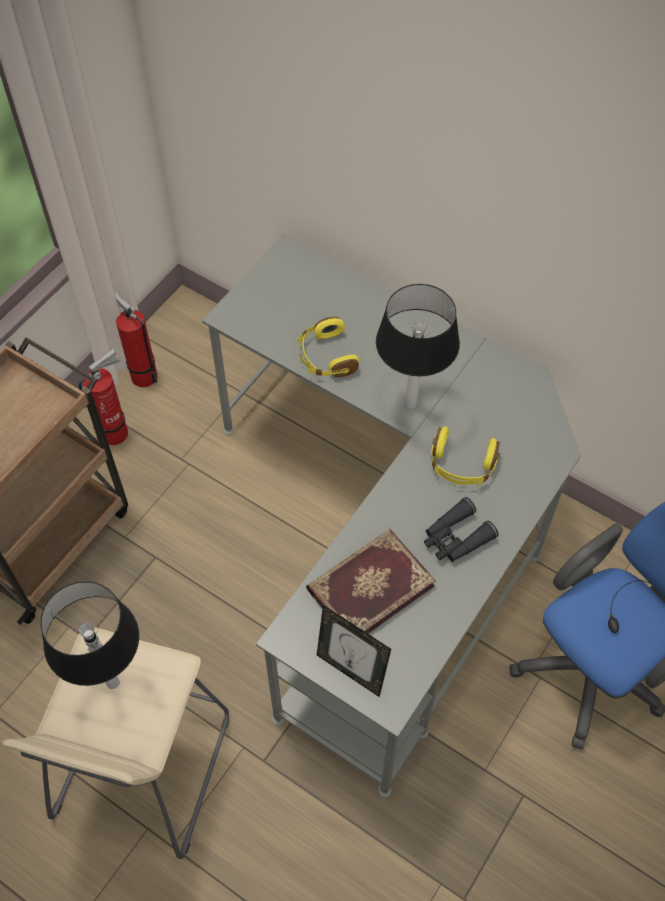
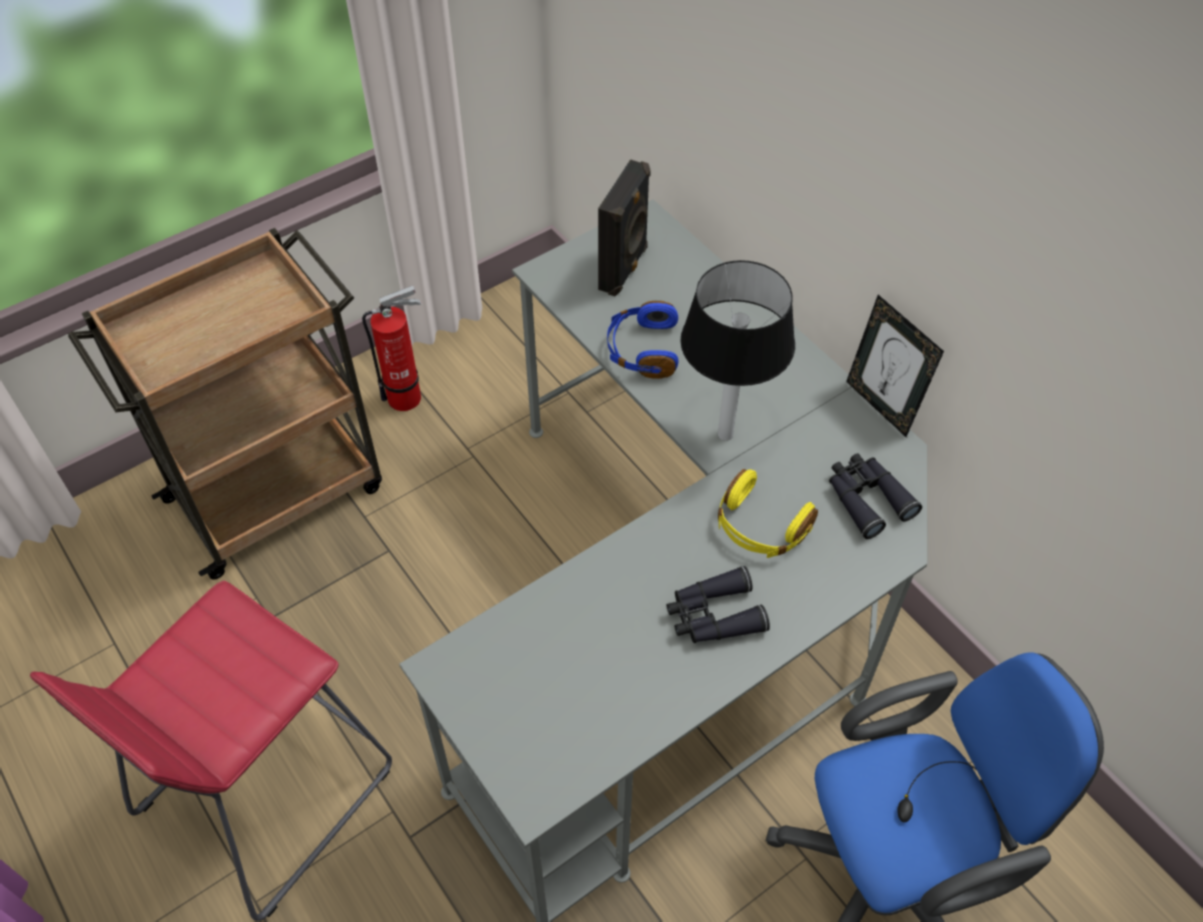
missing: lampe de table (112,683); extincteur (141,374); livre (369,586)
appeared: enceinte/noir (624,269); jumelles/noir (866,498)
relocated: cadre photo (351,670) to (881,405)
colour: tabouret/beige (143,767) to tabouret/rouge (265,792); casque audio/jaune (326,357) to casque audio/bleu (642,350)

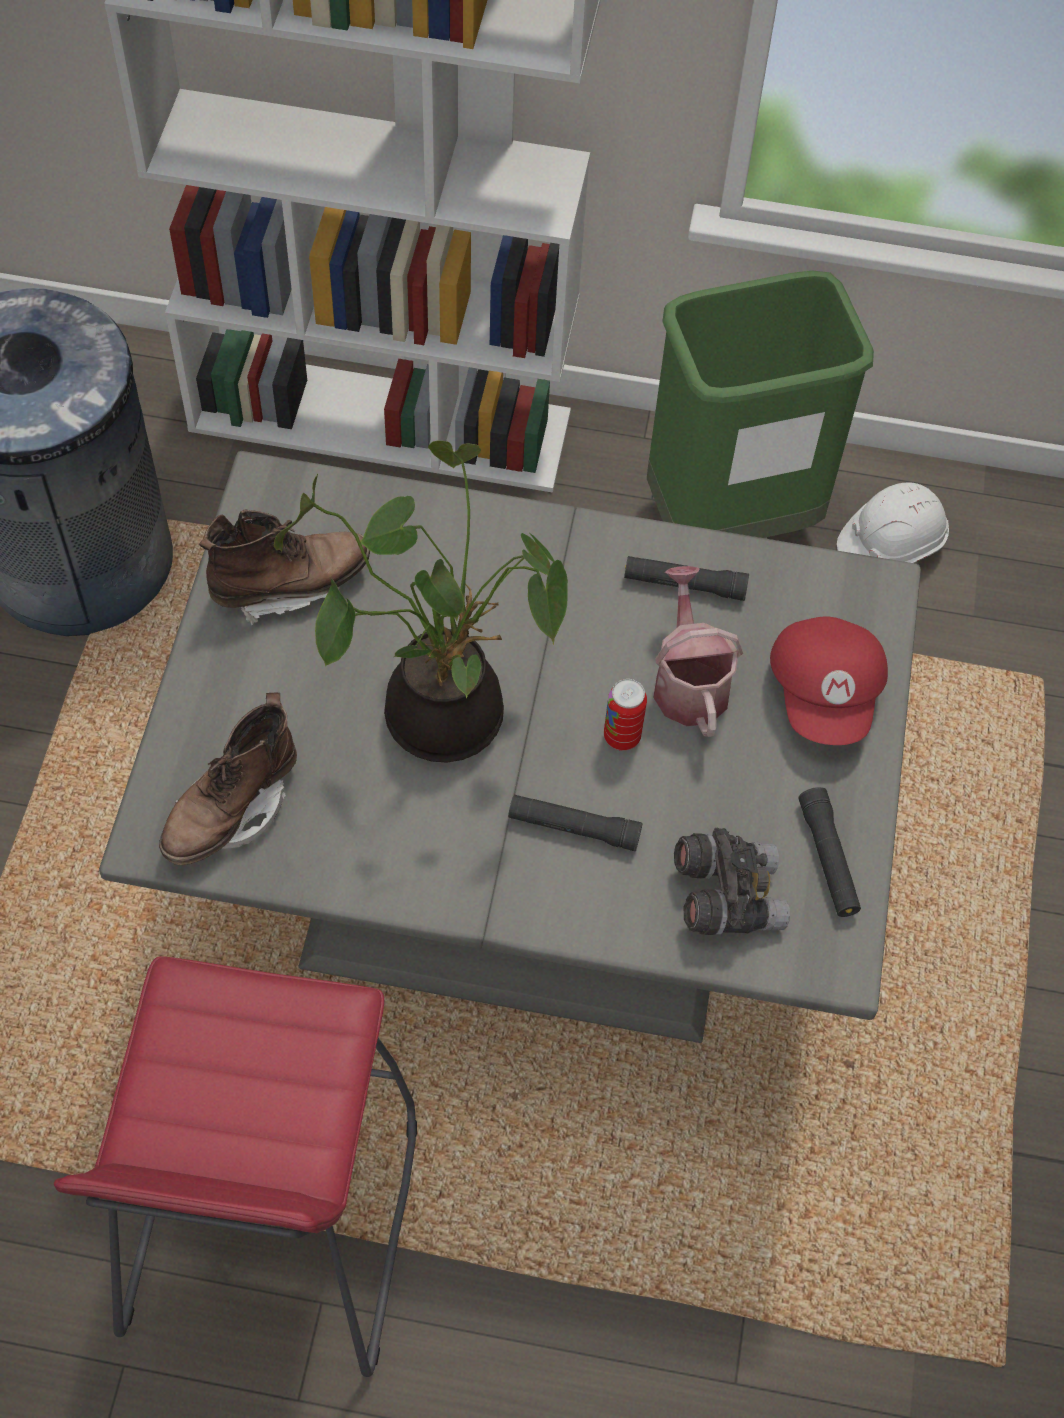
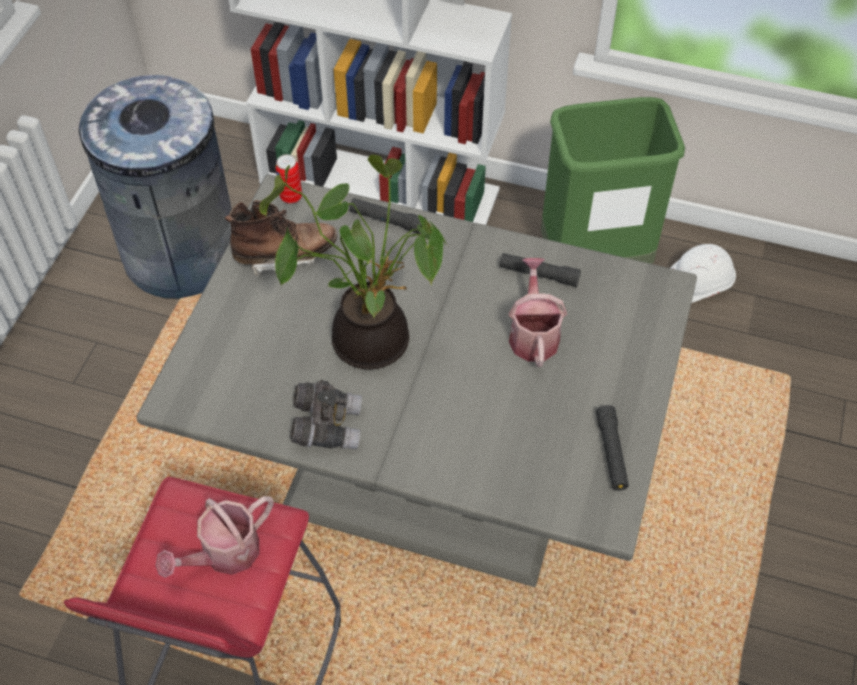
missing: botte/marron (232,810); casquette/rouge (825,693)
appeared: arrosoir (224,554)
relocated: lampe de poche/noir (573,828) to (387,220); boîte métallique (622,736) to (291,197); jumelles/gris (726,895) to (327,426)

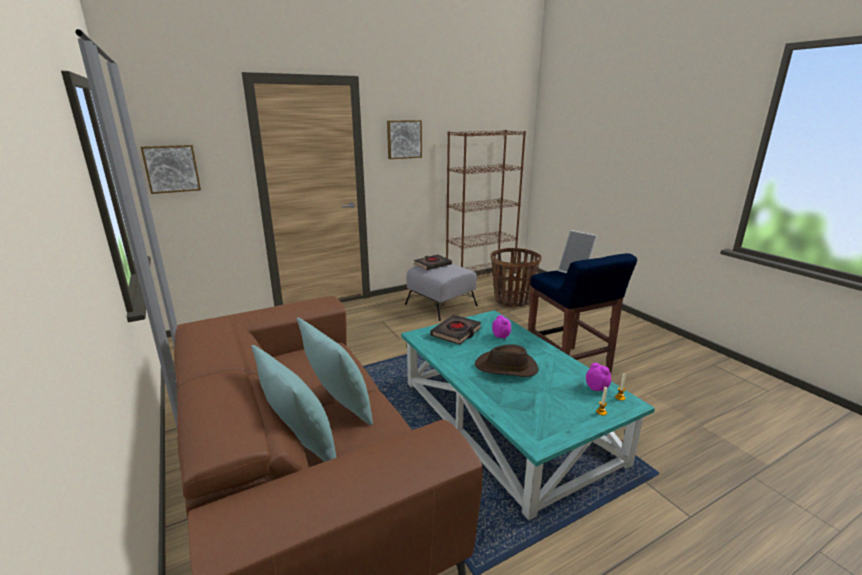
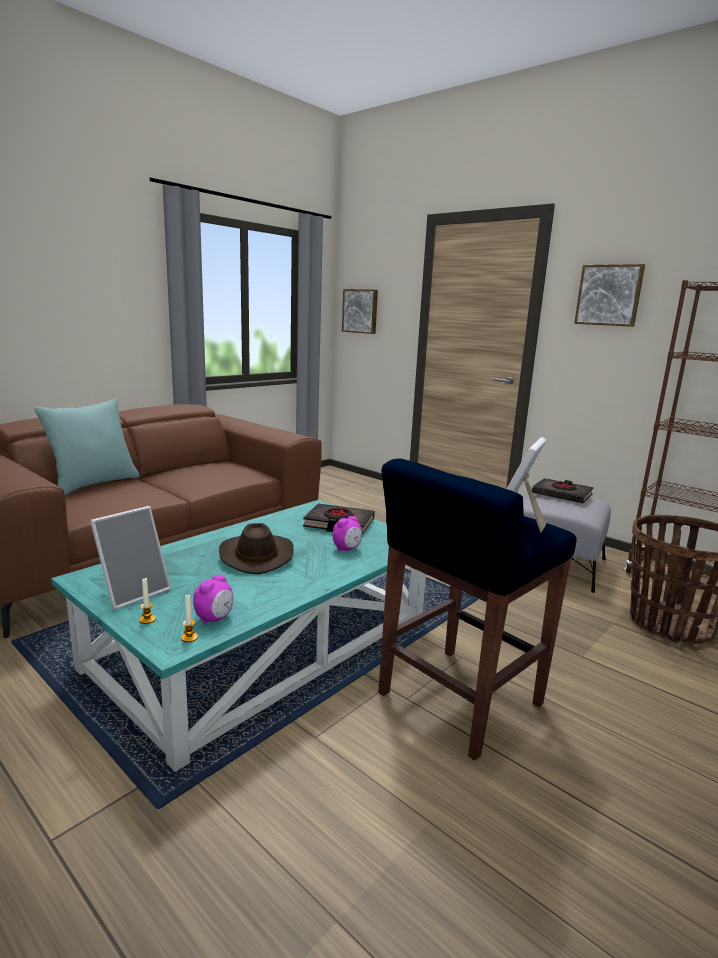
missing: coussin/turquoise (339,406)
appeared: cadre photo (133,592)

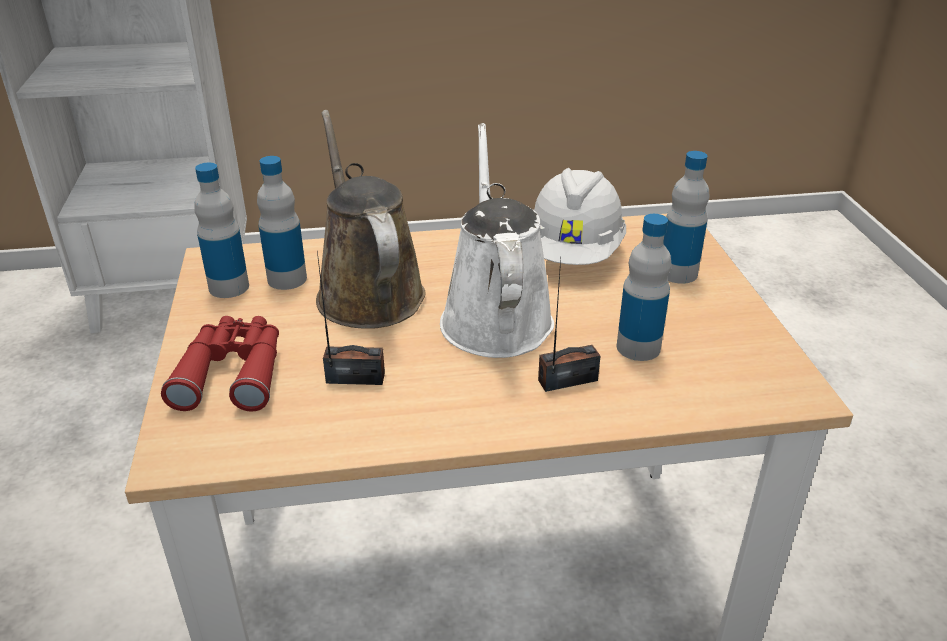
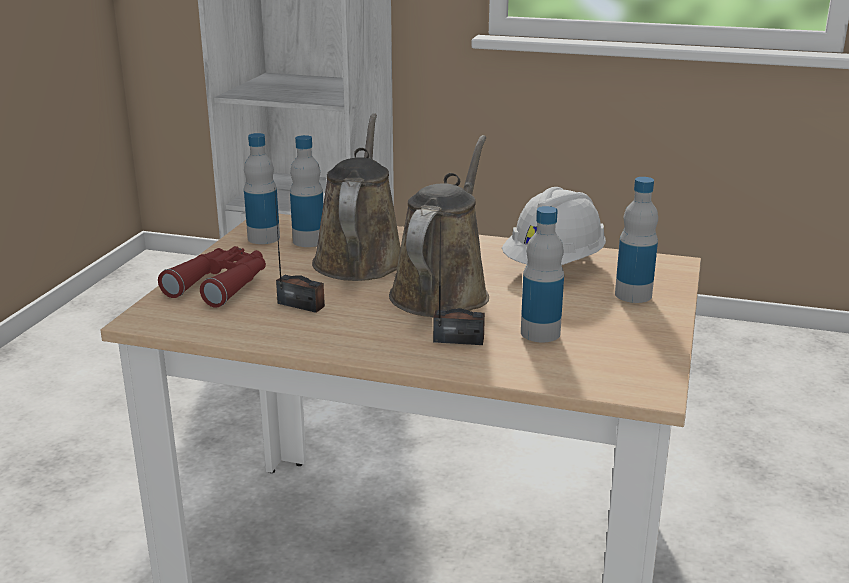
colour: arrosoir/blanc (494,316) to arrosoir/marron (442,291)

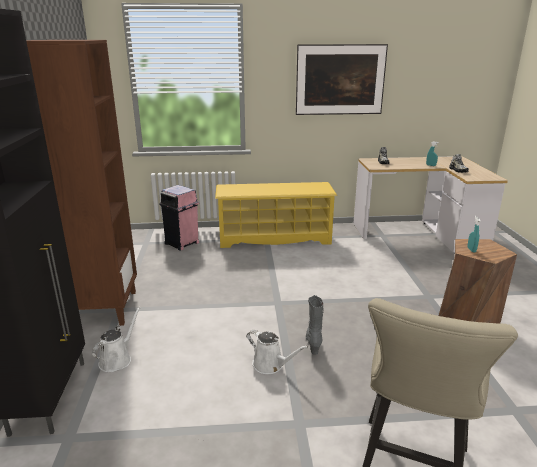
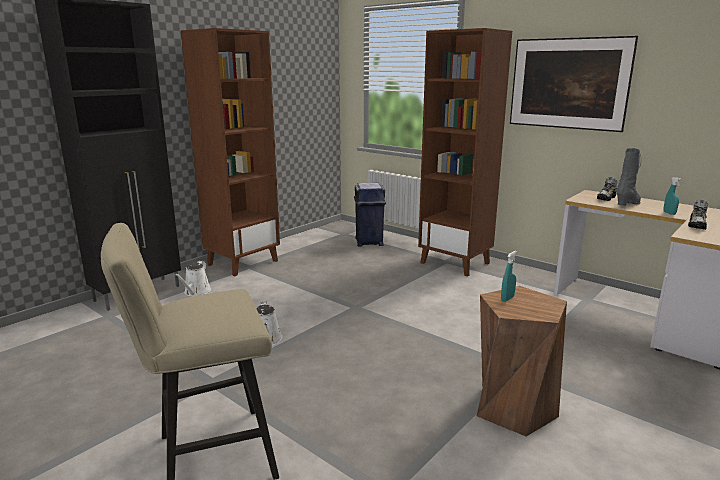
relocated: botte/gris (313,343) to (628,204)
exchanged: étagère à chaussures/jaune (275,238) to bibliothèque/marron (455,263)
colour: poubelle/rose (182,243) to poubelle/bleu (369,242)
spun: arrosoir/blanc (117,359) = (196,292) 120 degrees clockwise

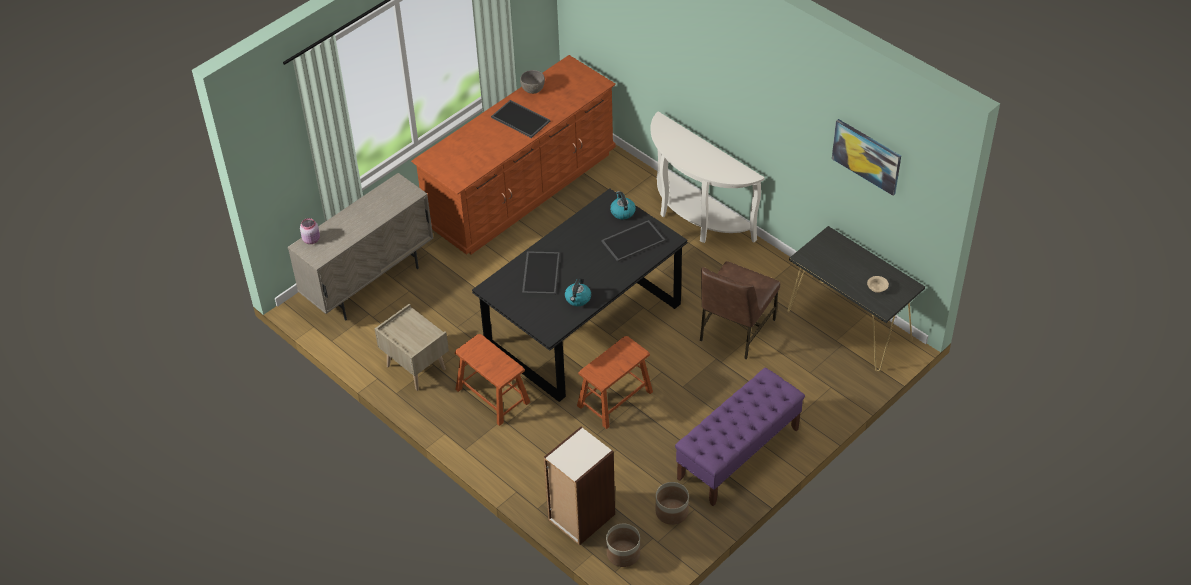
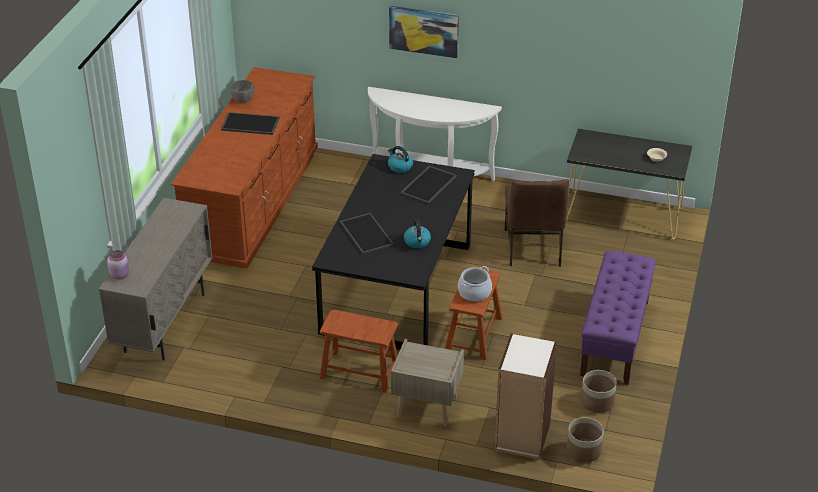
appeared: marmite (474,292)
relocated: table de chevet/beige (415,367) to (426,407); tableau (867,156) to (424,31)

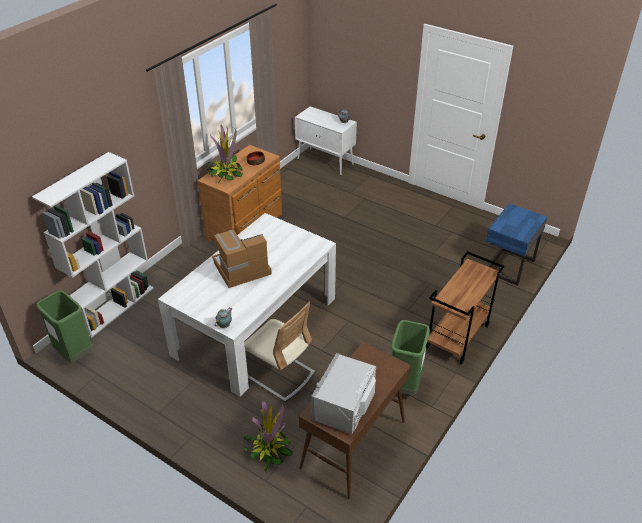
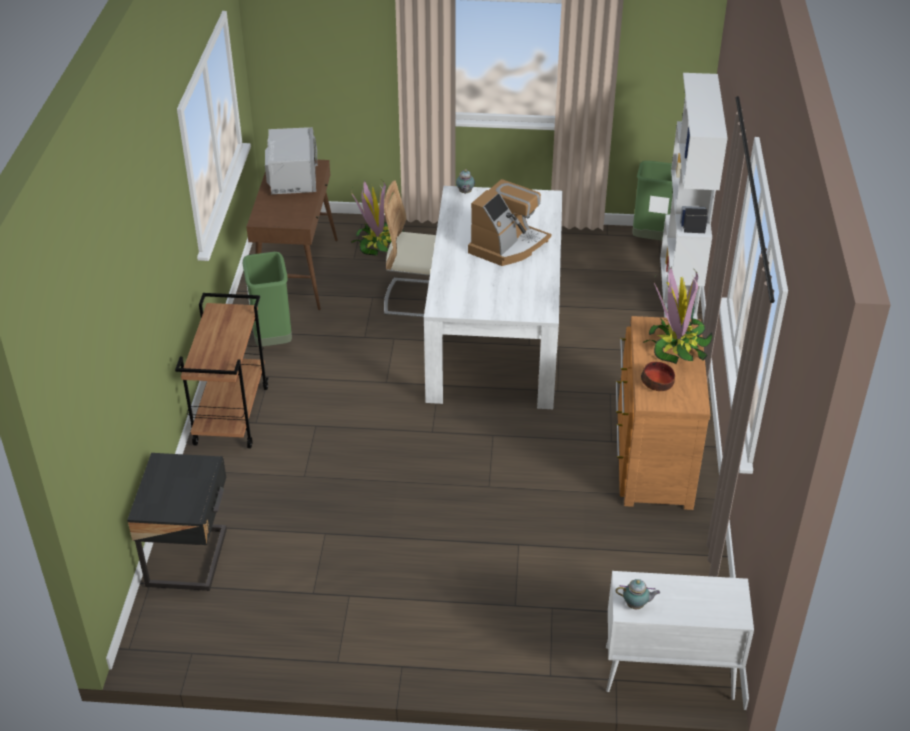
colour: table de chevet/bleu (507,266) to table de chevet/noir (190,558)

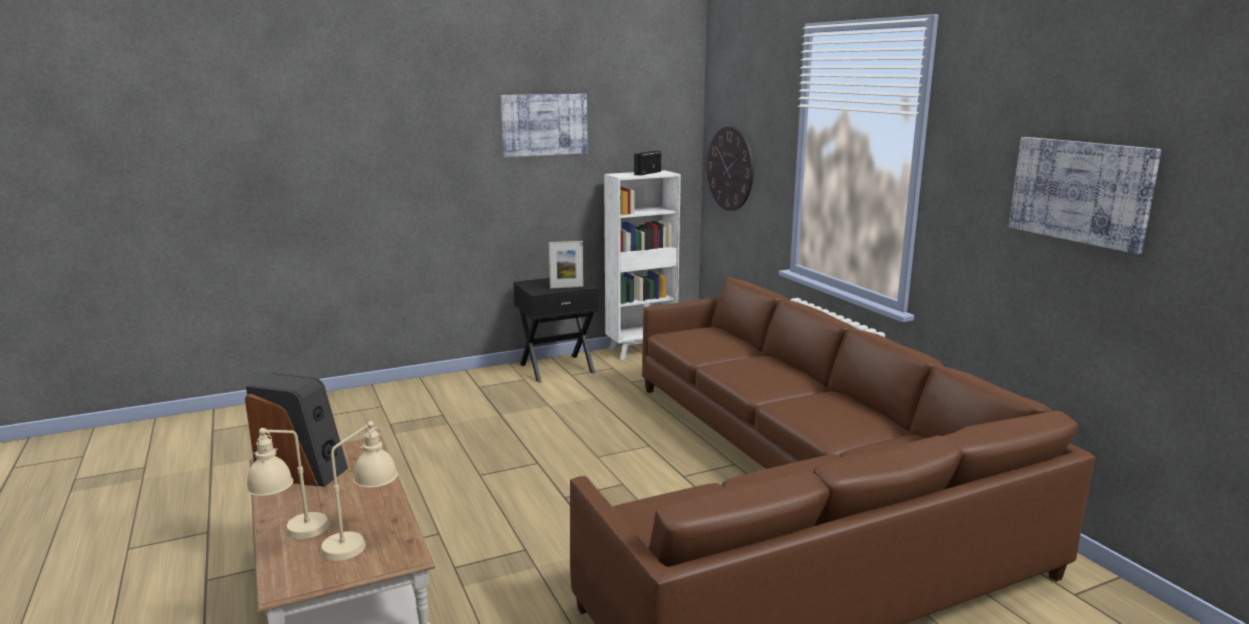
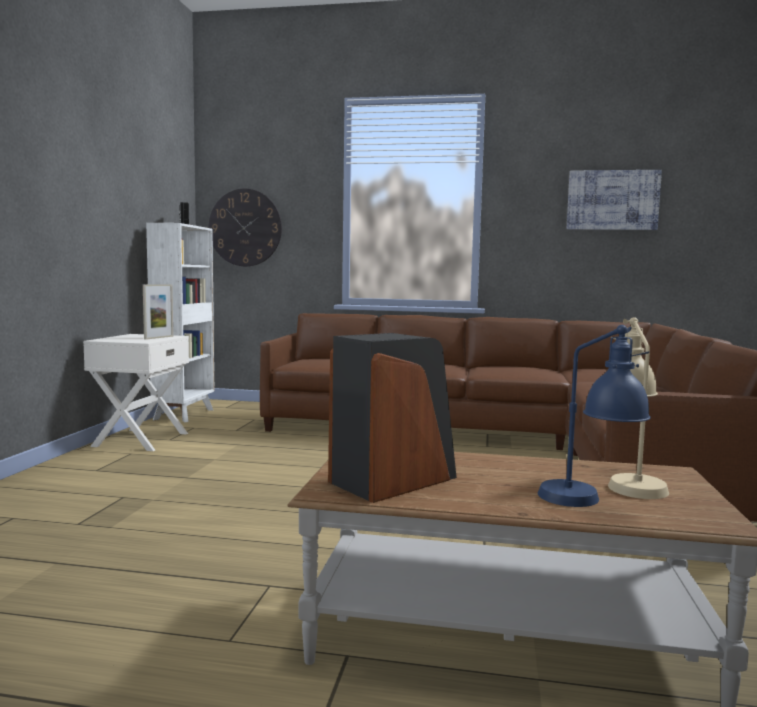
missing: tableau (544,124)
colour: lampe de table/beige (293,537) to lampe de table/bleu (589,504); table de chevet/noir (556,368) to table de chevet/blanc (140,439)

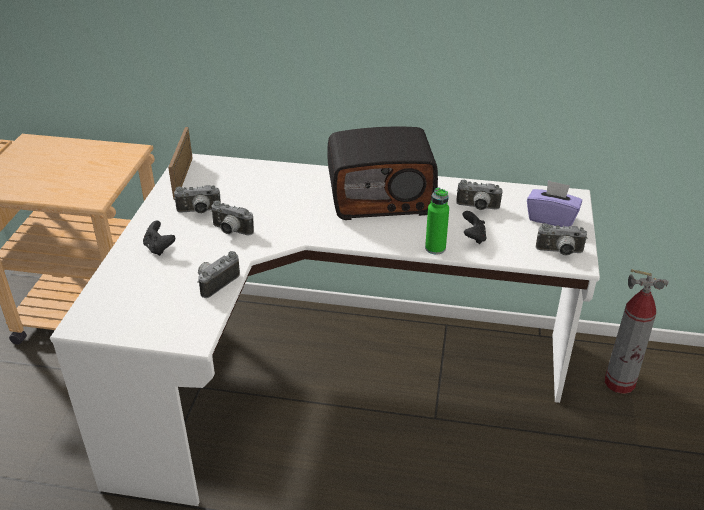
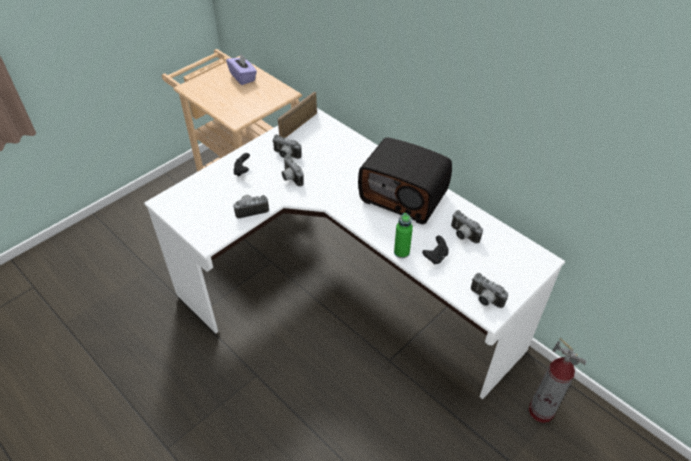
relocated: boîte à mouchoirs/violet (551,218) to (243,77)

